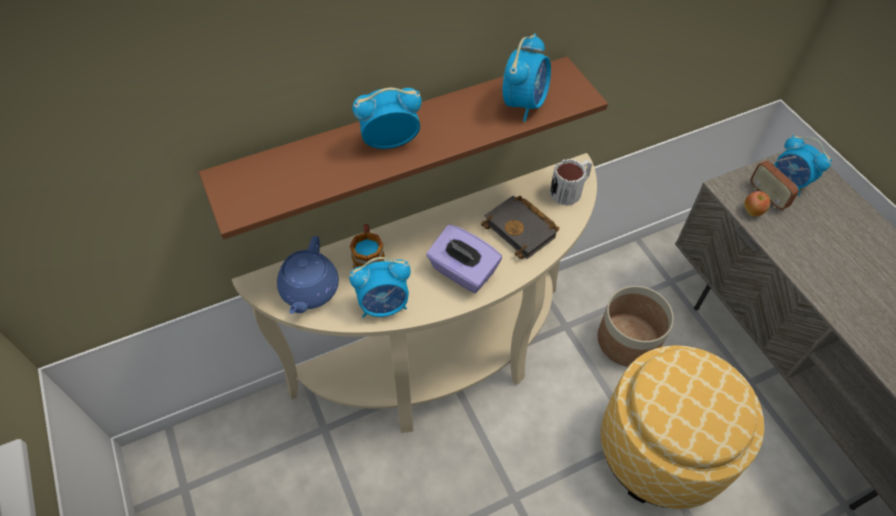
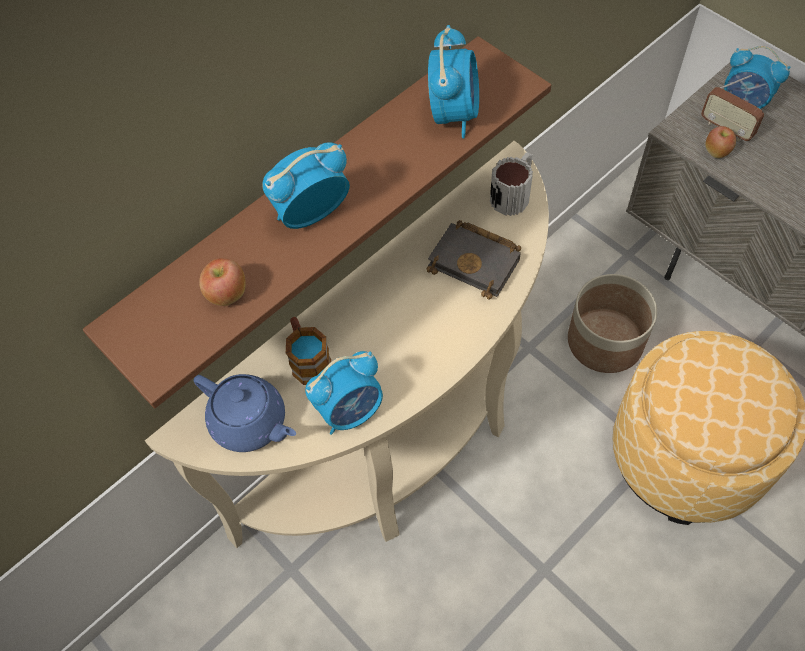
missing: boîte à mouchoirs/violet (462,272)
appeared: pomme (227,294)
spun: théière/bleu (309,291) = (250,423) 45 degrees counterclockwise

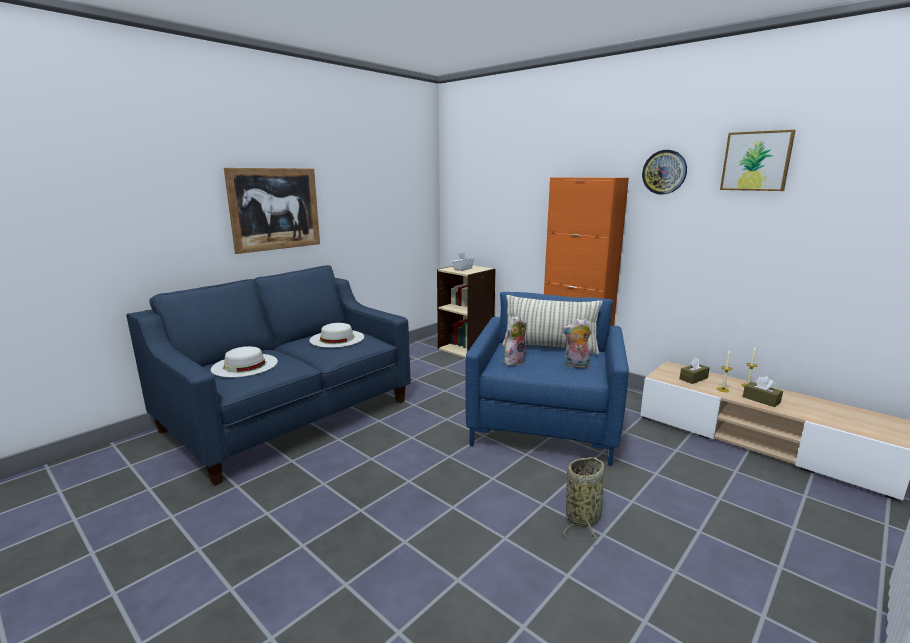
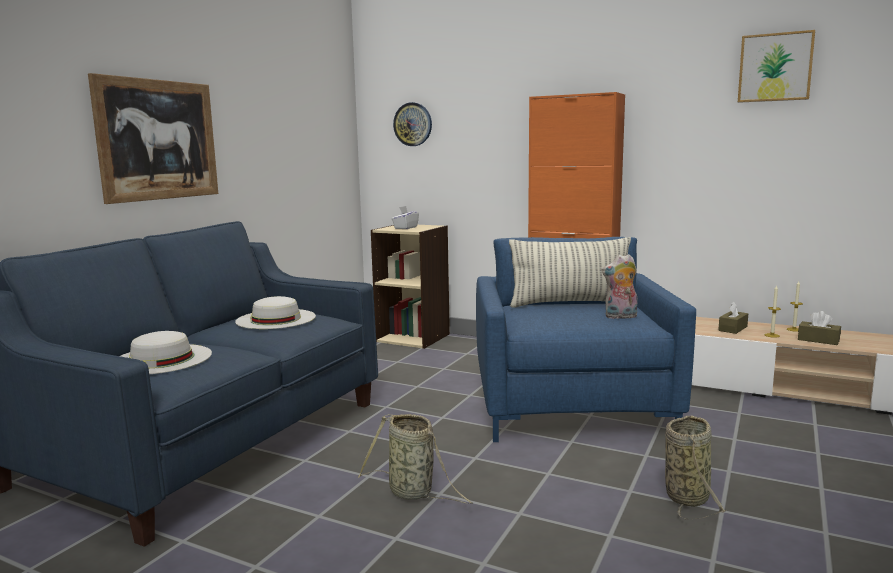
missing: peluche (513,361)
appeared: panier (414,493)
relocated: horloge murale (664,172) to (413,124)

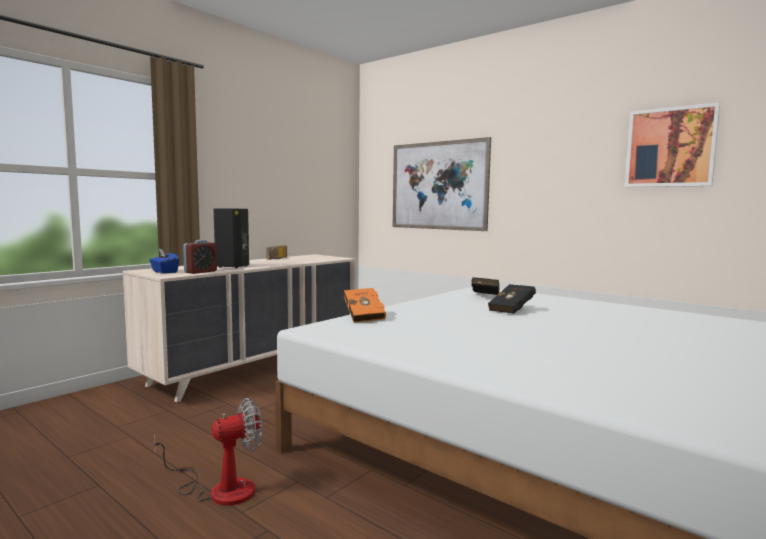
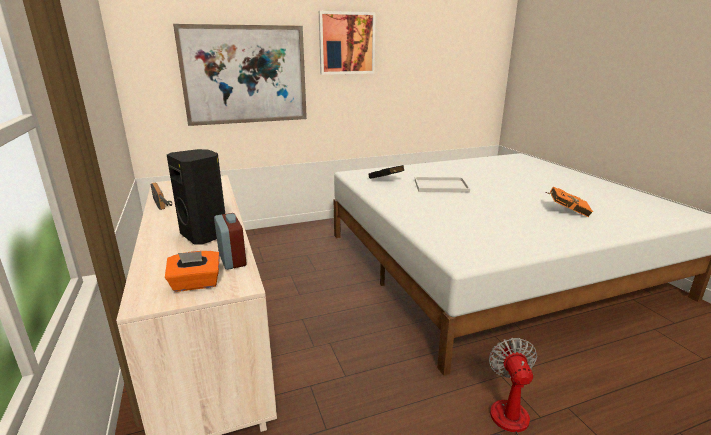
relocated: livre/orange (364,317) to (566,211); tableau (670,147) to (347,43)
exchanged: livre/noir (513,310) to plateau/blanc (440,186)
colour: boîte à mouchoirs/bleu (164,272) to boîte à mouchoirs/orange (196,284)

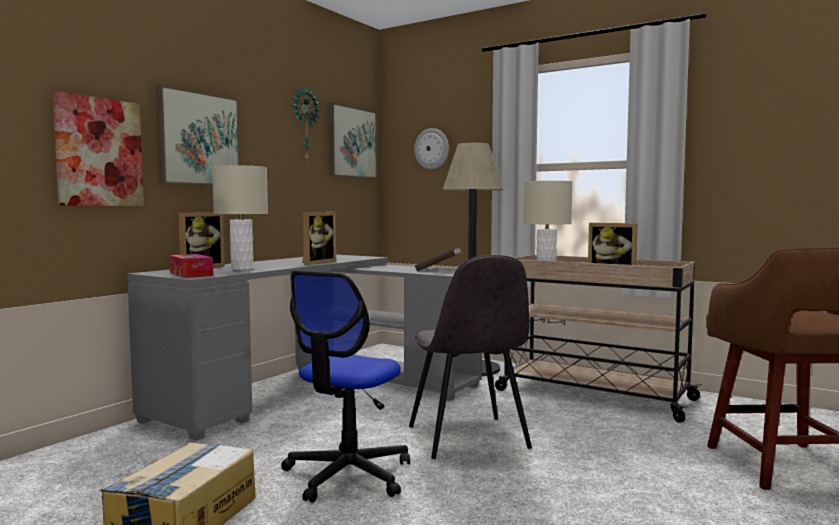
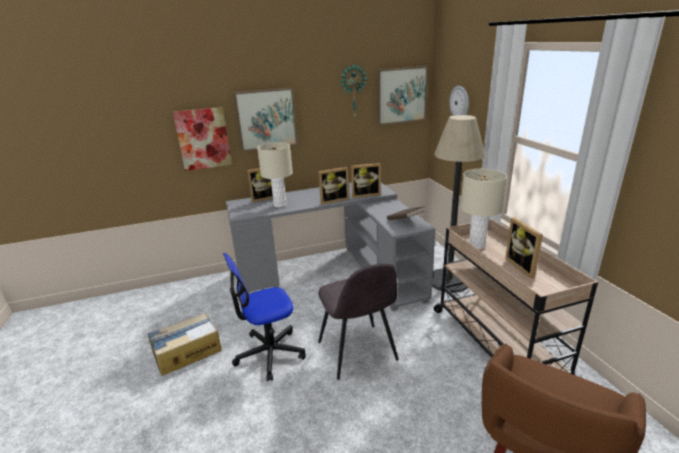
missing: boîte à mouchoirs (191,274)
appeared: cadre photo (365,194)
spun: chaise/gris (468,439) = (357,352) 45 degrees counterclockwise

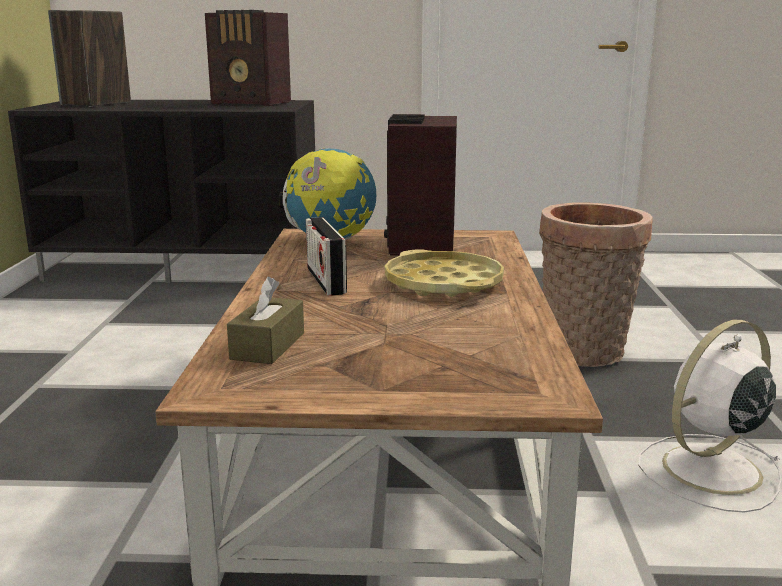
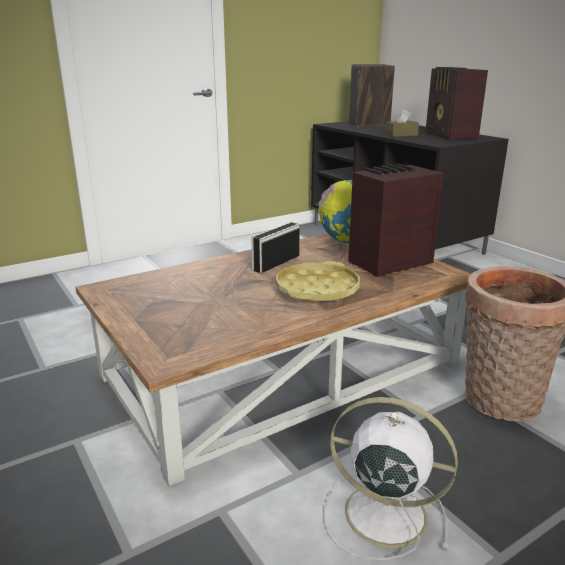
relocated: boîte à mouchoirs/marron (268,346) to (401,135)

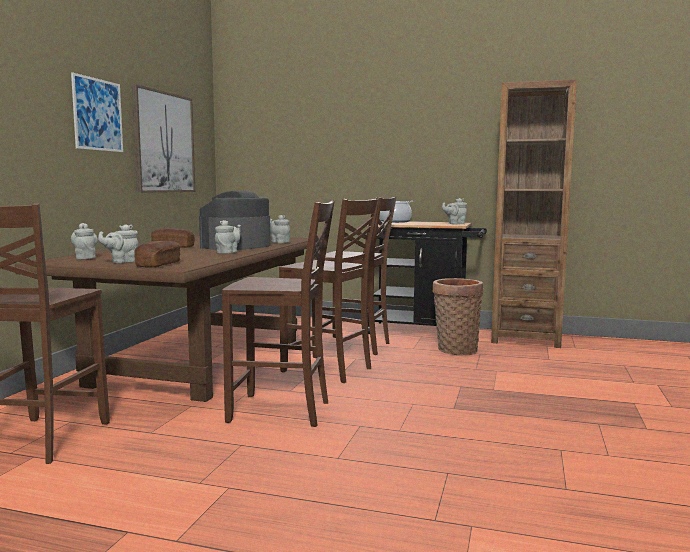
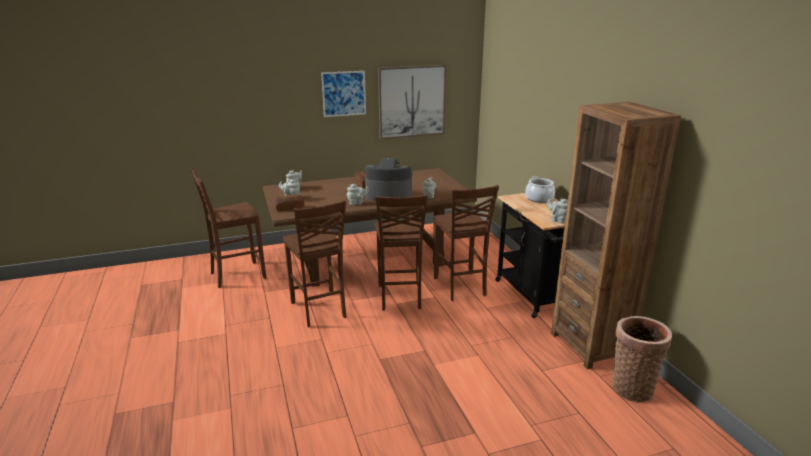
relocated: panier (455,349) to (632,387)

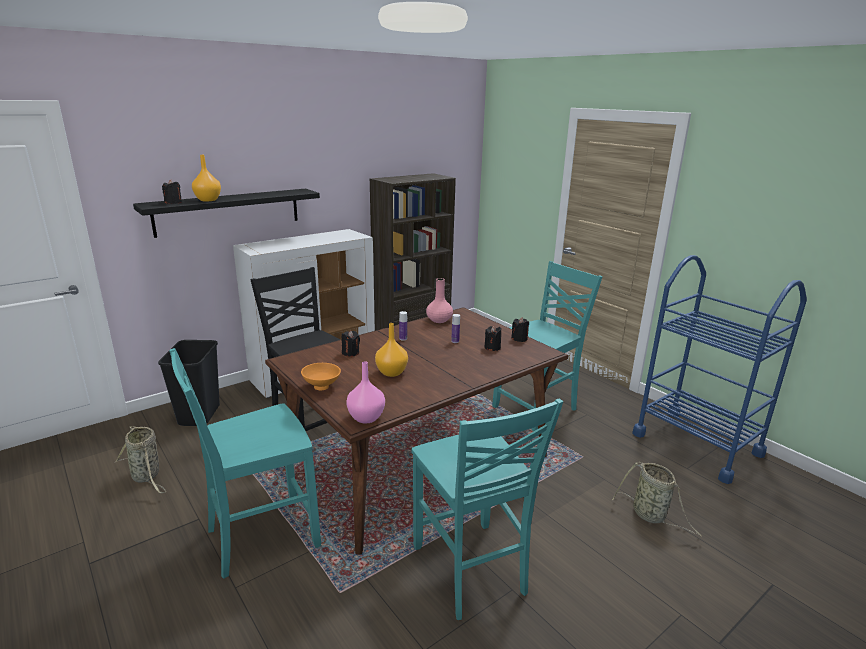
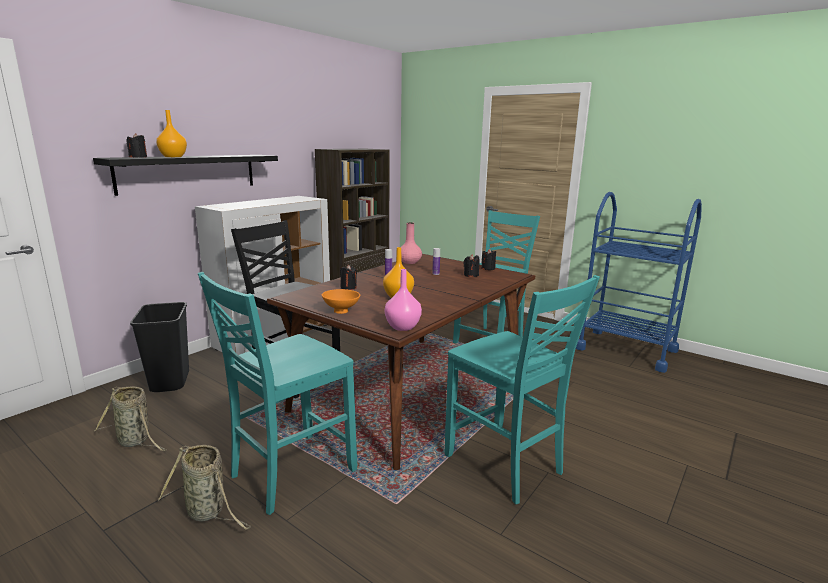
relocated: panier (651,516) to (208,511)

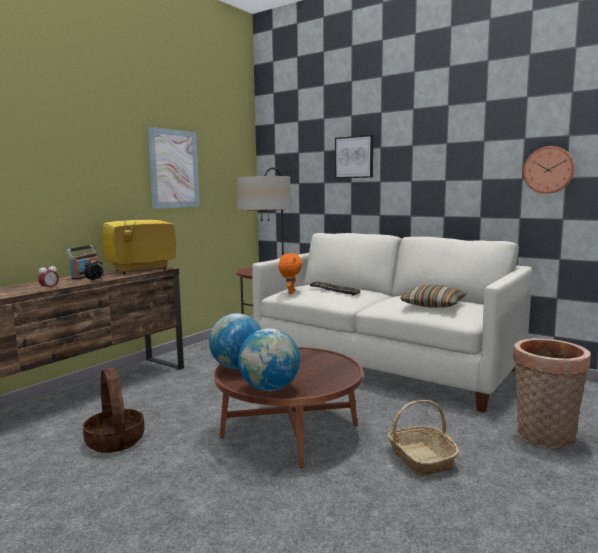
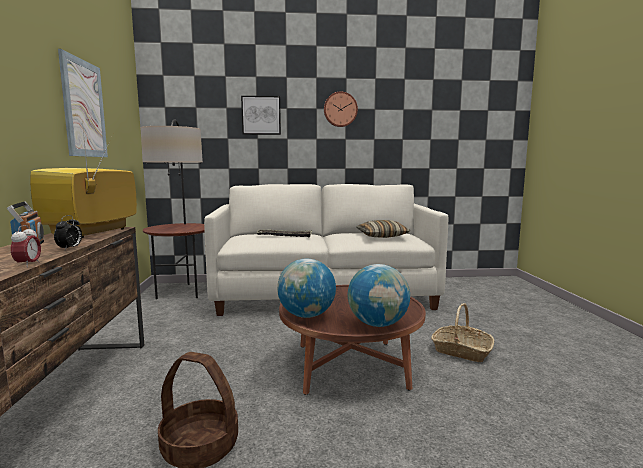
missing: peluche/orange (290,292); panier (544,438)
relocated: horloge murale (549,170) to (340,109)

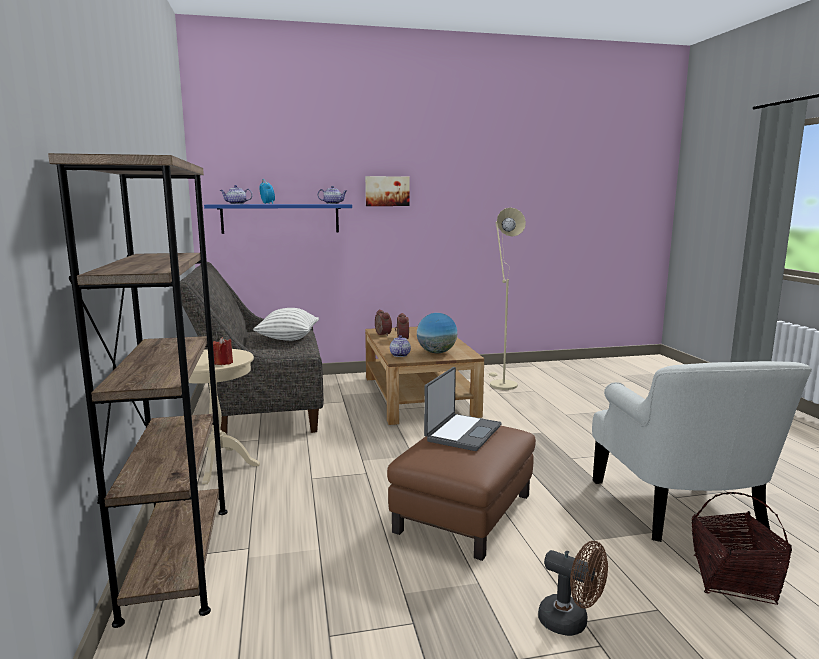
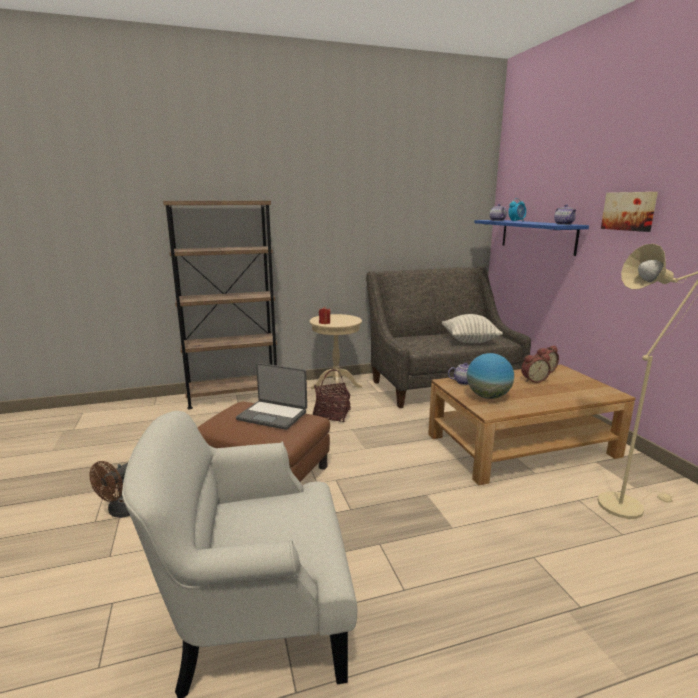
relocated: panier (732,579) to (332,415)

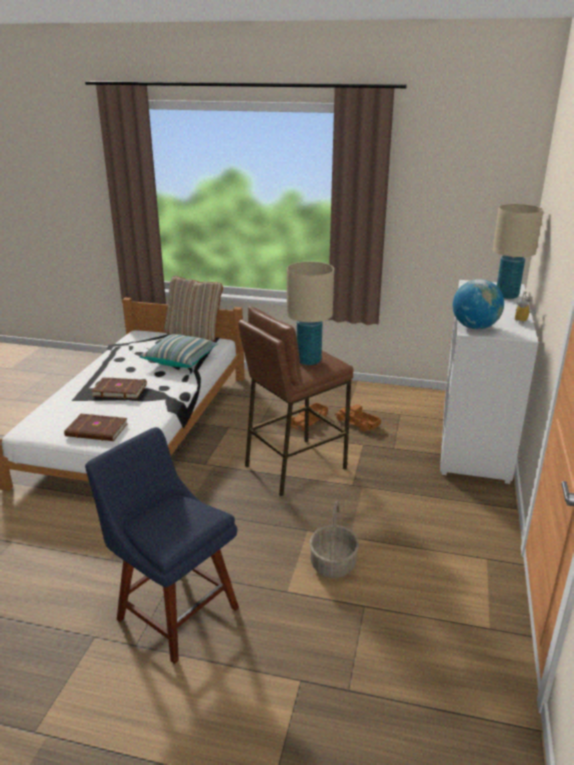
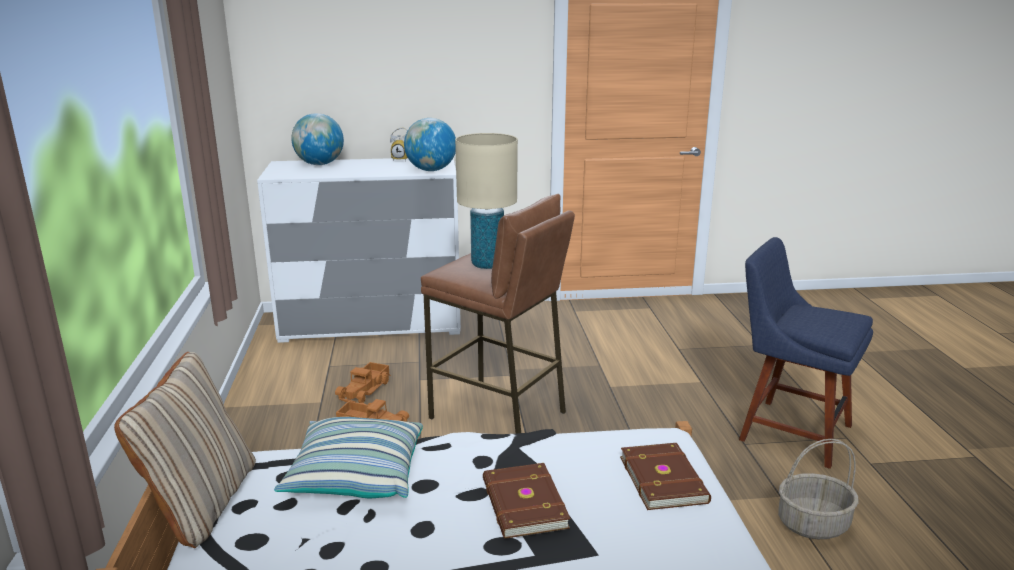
relocated: panier (333,564) to (813,523)
exchanged: lampe de table/beige (506,296) to globe (320,164)
spun: chaise/bleu (174,610) = (789,430) 105 degrees clockwise

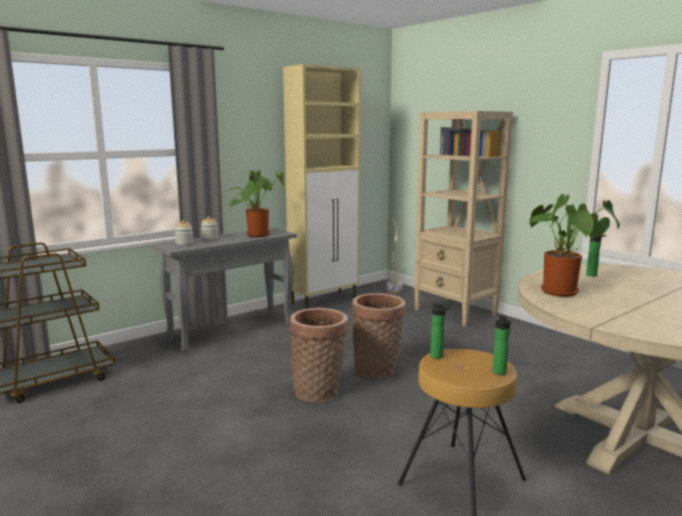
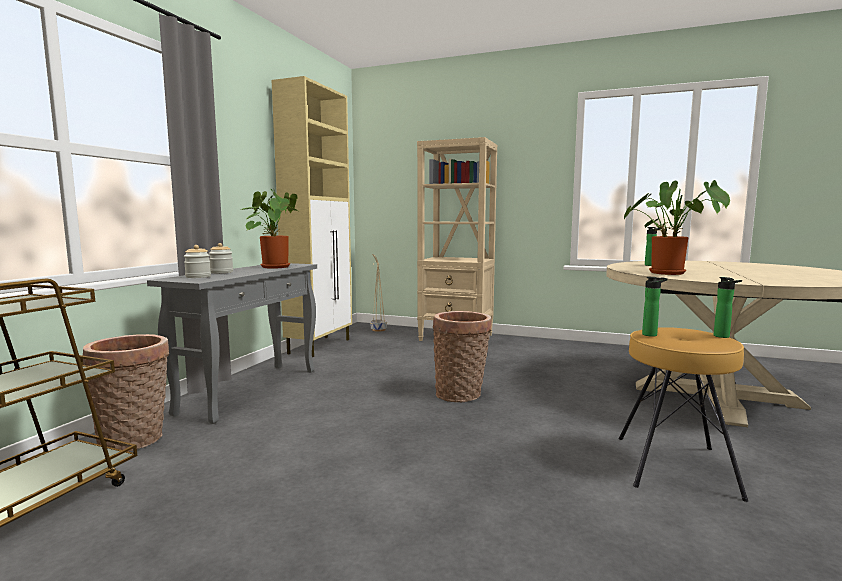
relocated: panier (319,392) to (135,439)

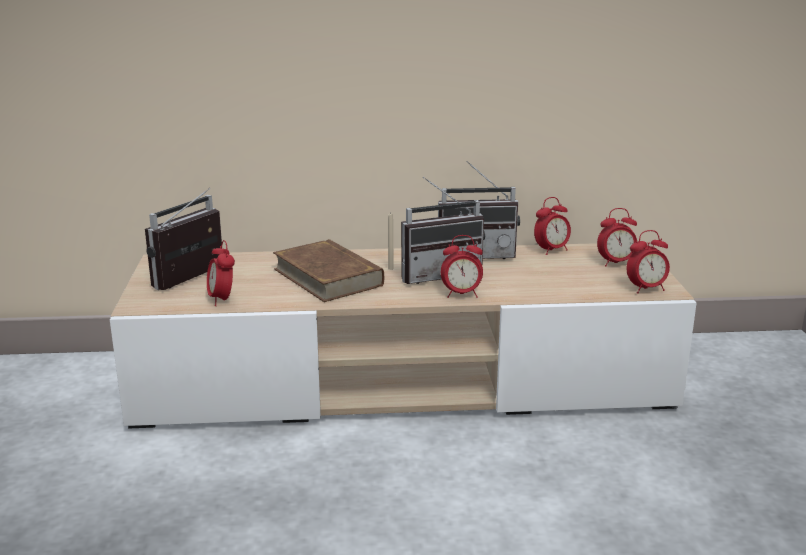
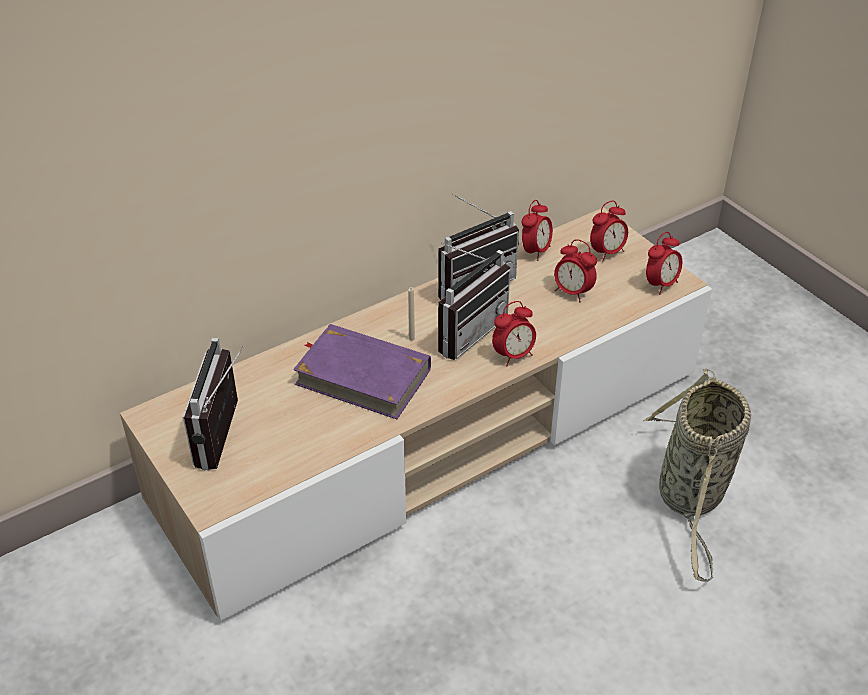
appeared: panier (691,497)
relocated: réveil (222,300) to (572,292)
colour: livre/marron (328,277) to livre/violet (363,376)

